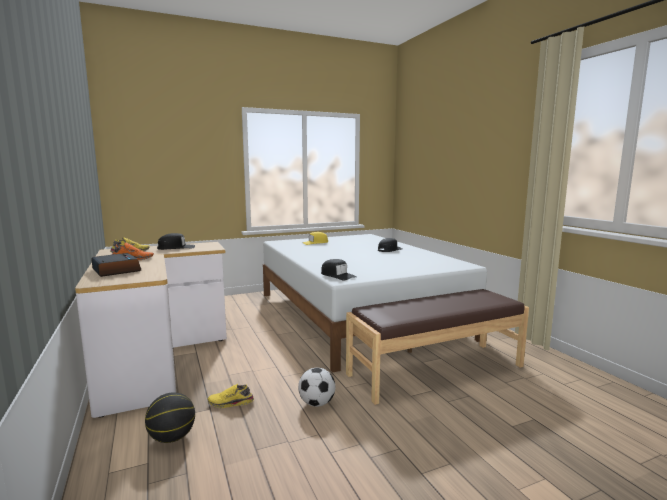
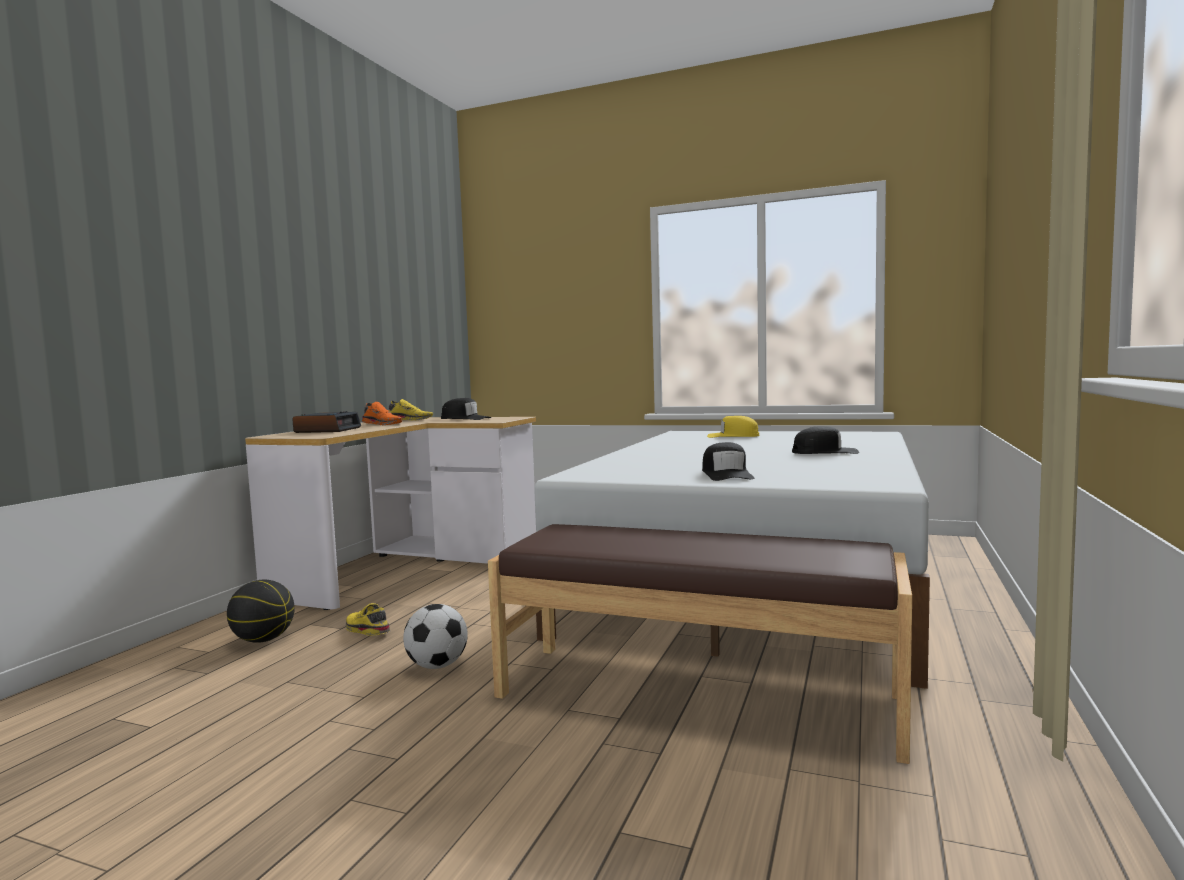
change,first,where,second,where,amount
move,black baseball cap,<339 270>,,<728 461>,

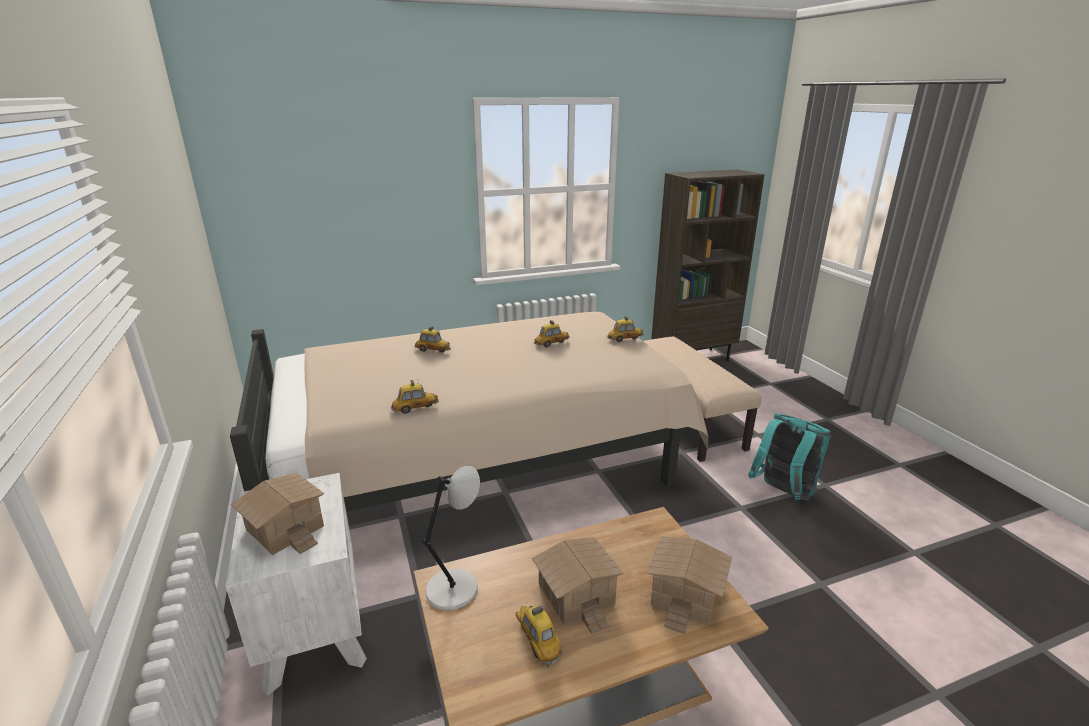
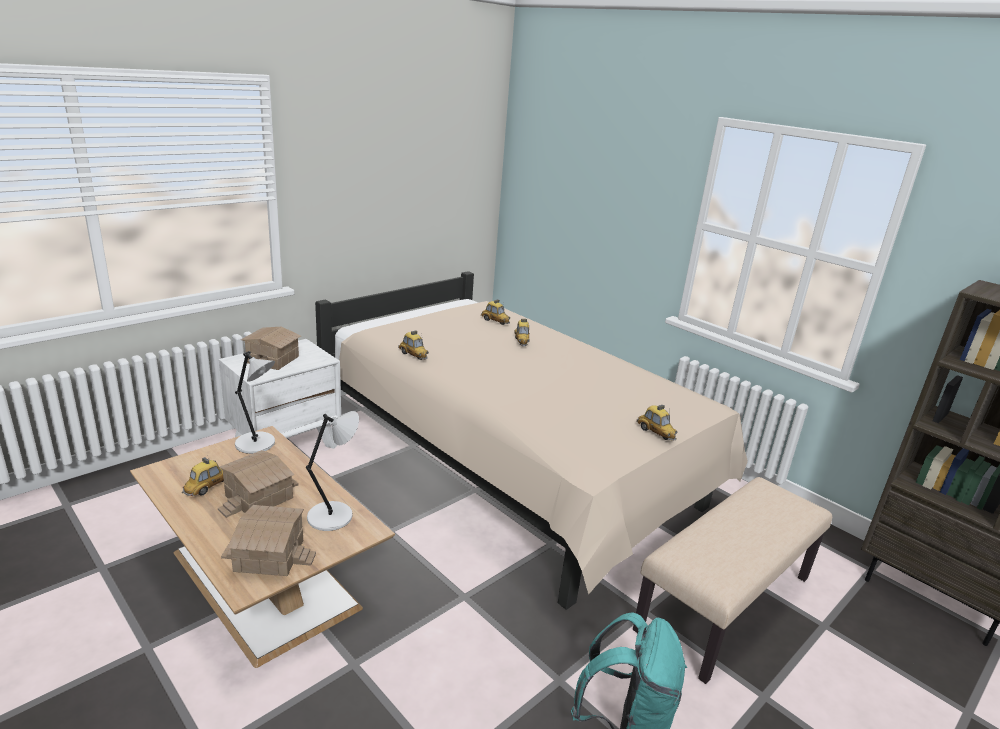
change,first,where,second,where,amount
insert,,,grey tabletop lamp,<332 471>,
move,miniature car,<551 333>,,<495 312>,

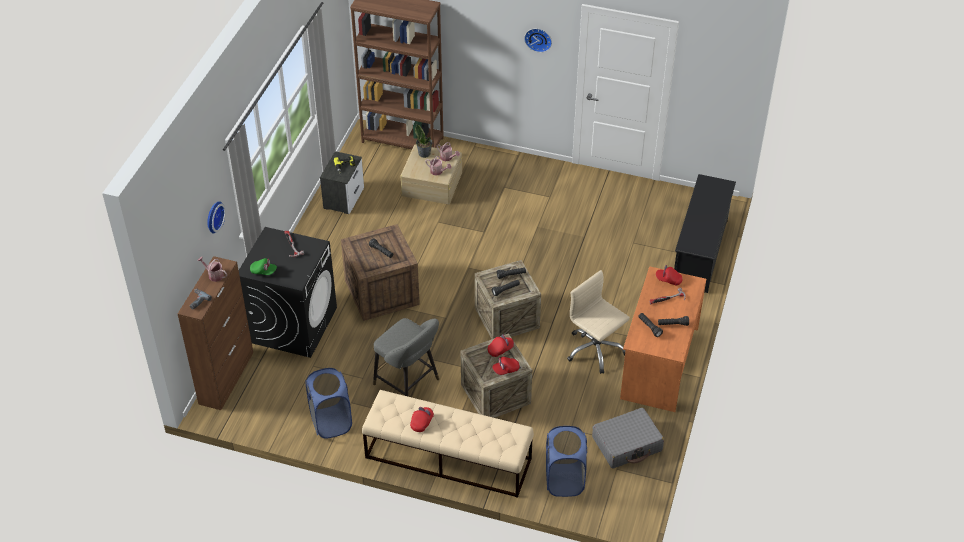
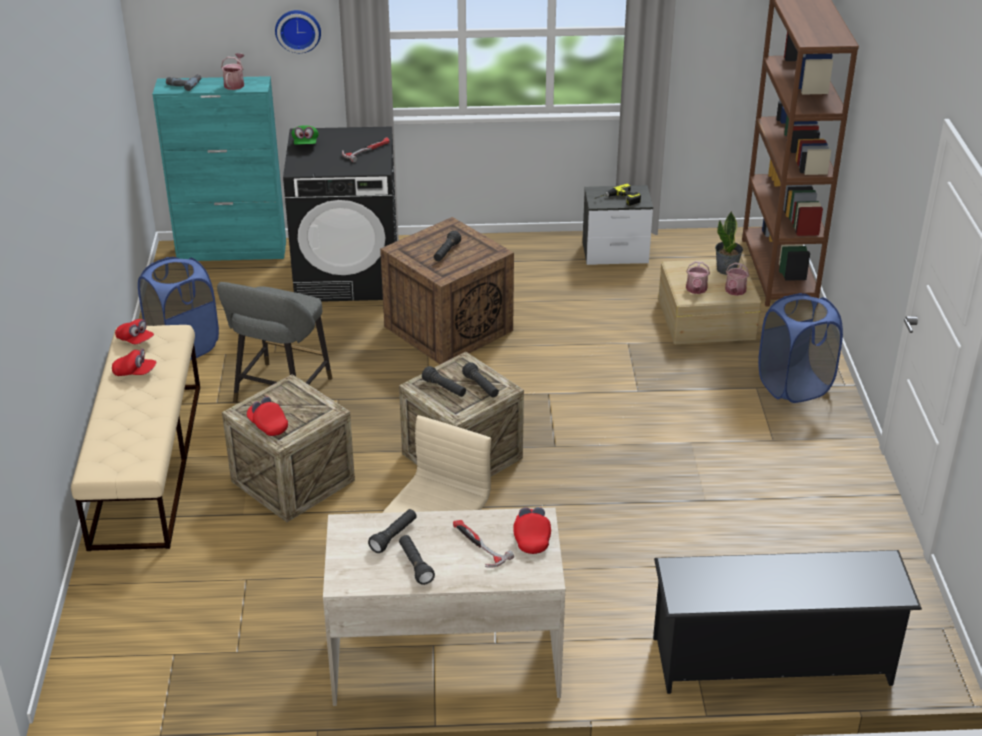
change,first,where,second,where,amount
move,red baseball cap,<501 345>,,<134 331>,
recolor,brown-coloured storage cabinet,<215 333>,turquoise storage cabinet,<219 168>,
recolor,orange-coloured desk,<663 339>,beige-coloured desk,<444 607>,
move,bluish washing basket,<566 461>,,<800 348>,
delete,wall clock,<538 40>,,,
delete,grey travel case,<628 438>,,,

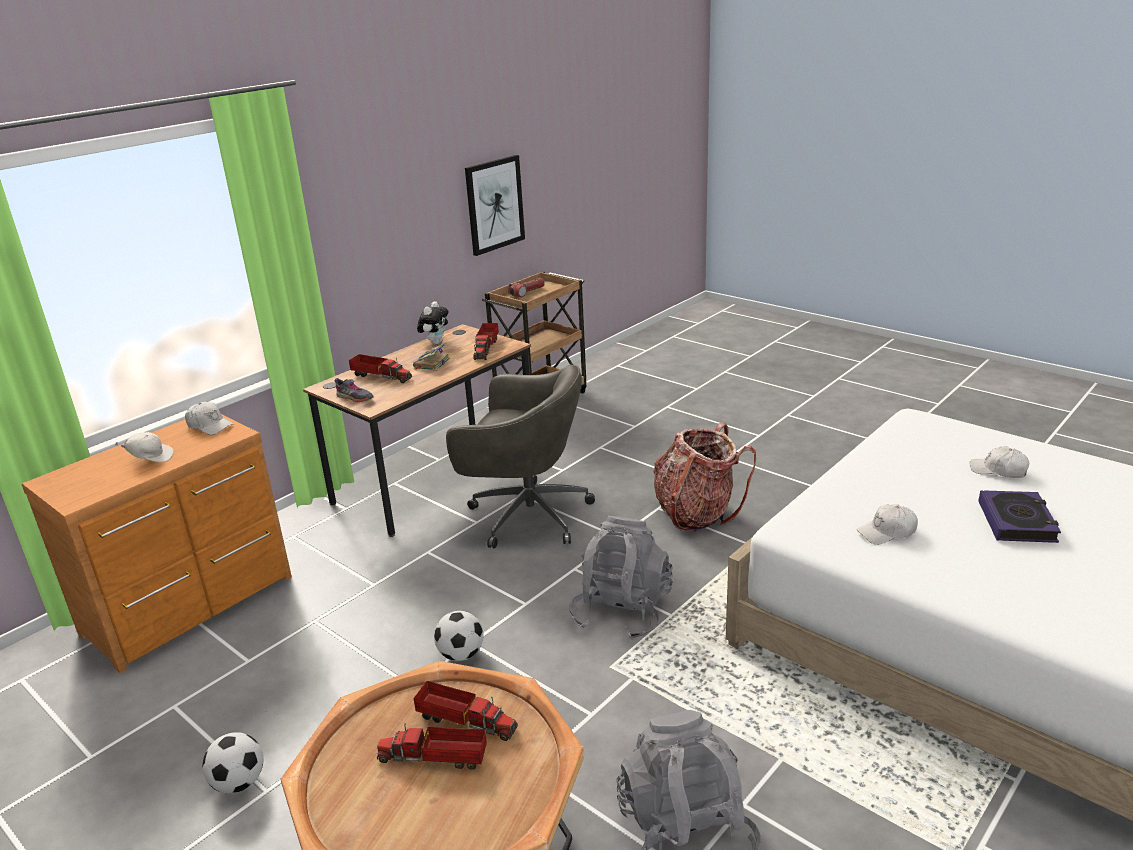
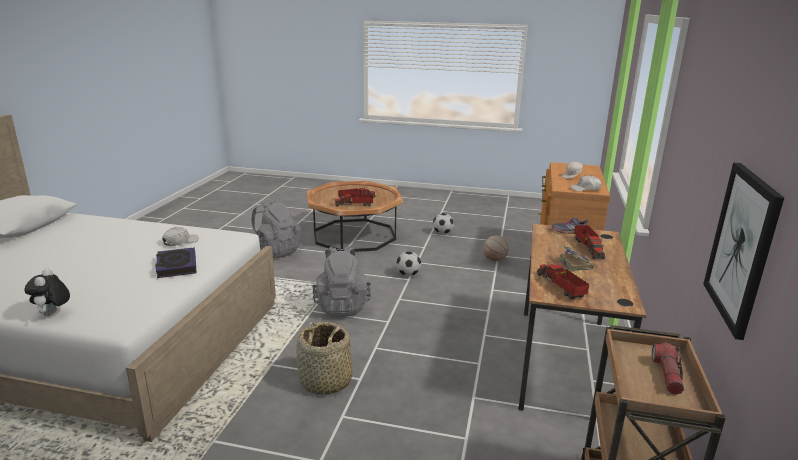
change,first,where,second,where,amount
move,soft toy,<432 322>,,<47 292>,
move,bound book,<1019 516>,,<176 262>,
replace,rucksack,<704 477>,storage basket,<324 358>,
insert,,,basketball ball,<496 248>,
rotate,toy lorry,<380 368>,,<589 242>,90 degrees counterclockwise
delete,grey office chair,<520 456>,,,
delete,white baseball cap,<999 462>,,,

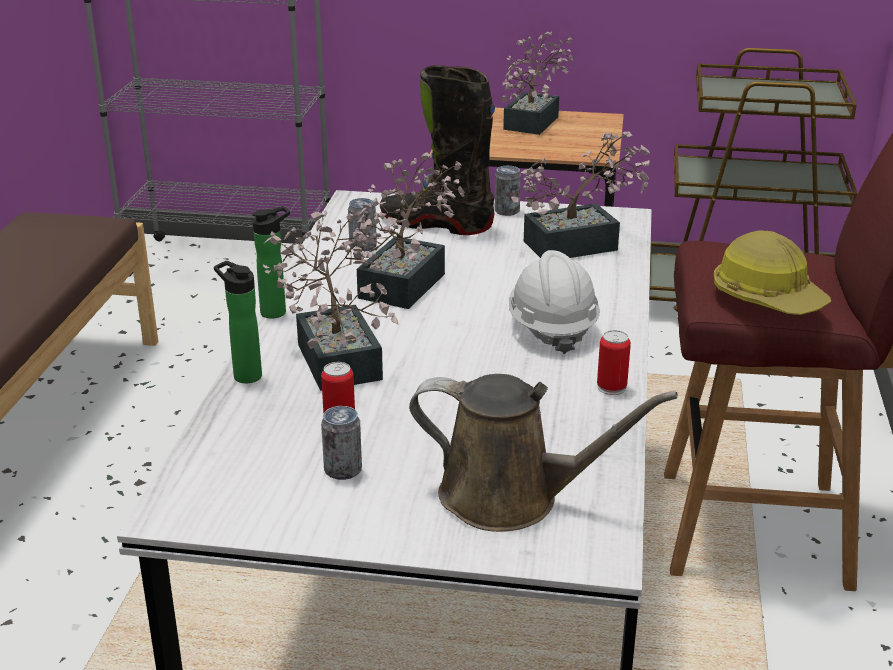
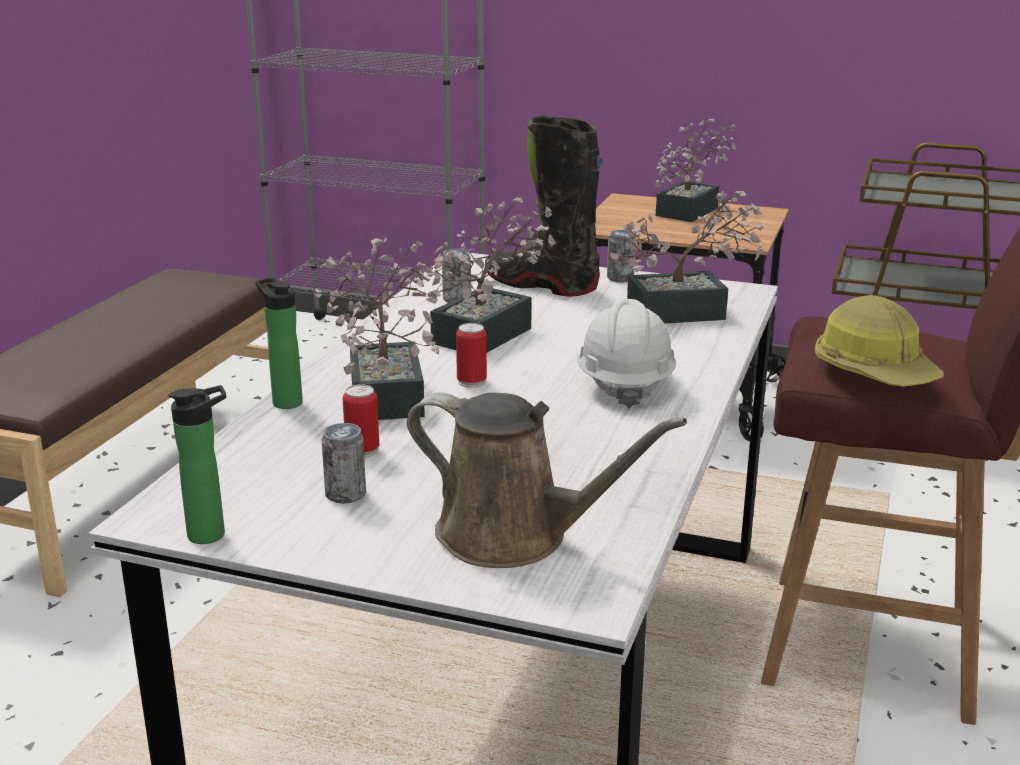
change,first,where,second,where,amount
move,beverage bottle,<271 262>,,<197 464>,
move,metal can,<614 362>,,<471 355>,

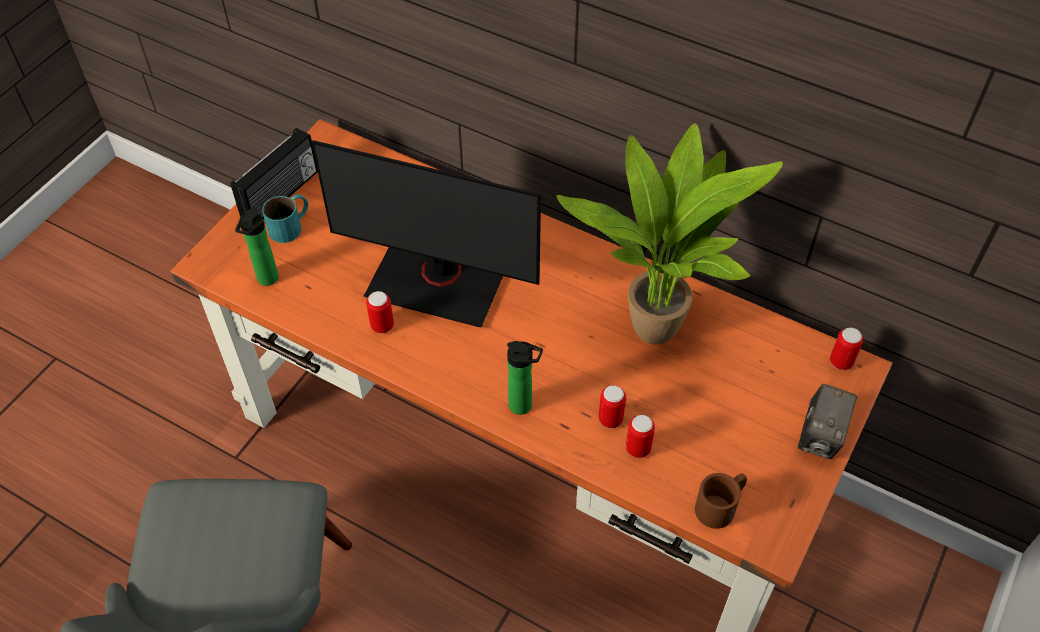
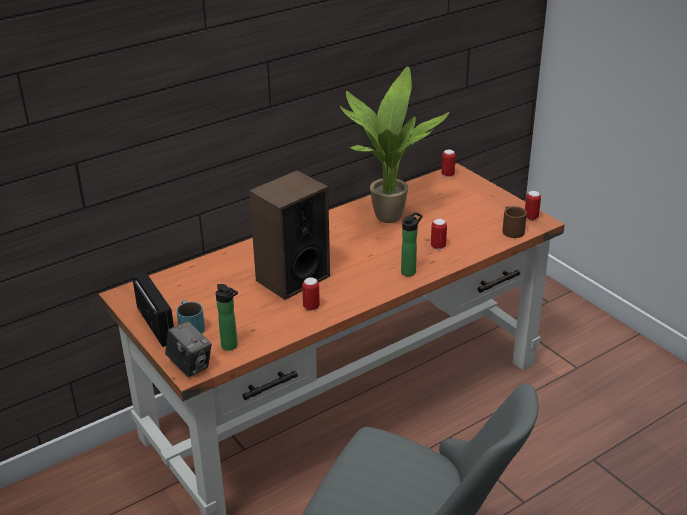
change,first,where,second,where,amount
move,still camera,<827 421>,,<188 349>,
replace,computer screen,<426 233>,loudspeaker,<289 235>,
move,metal can,<640 436>,,<533 205>,

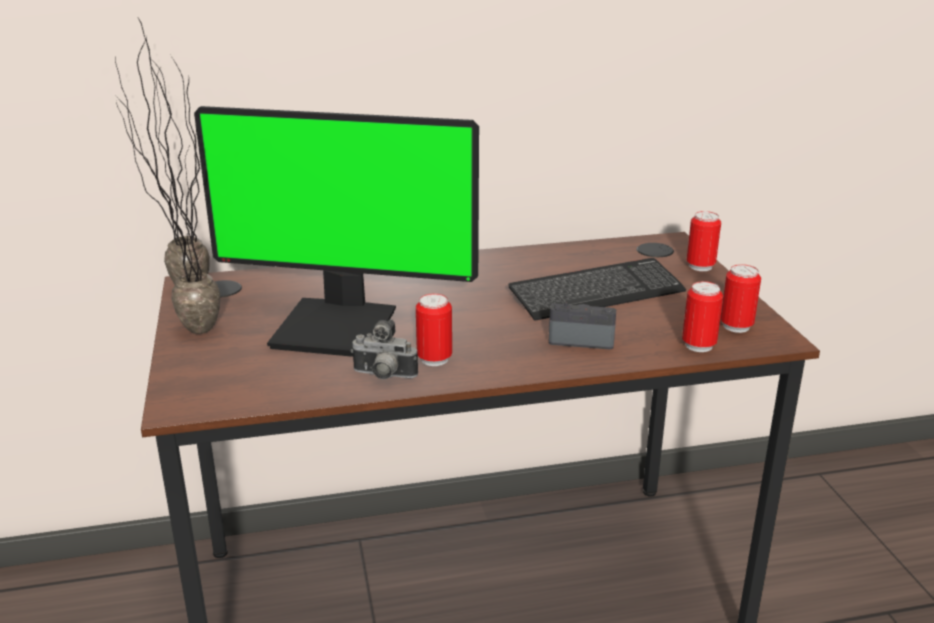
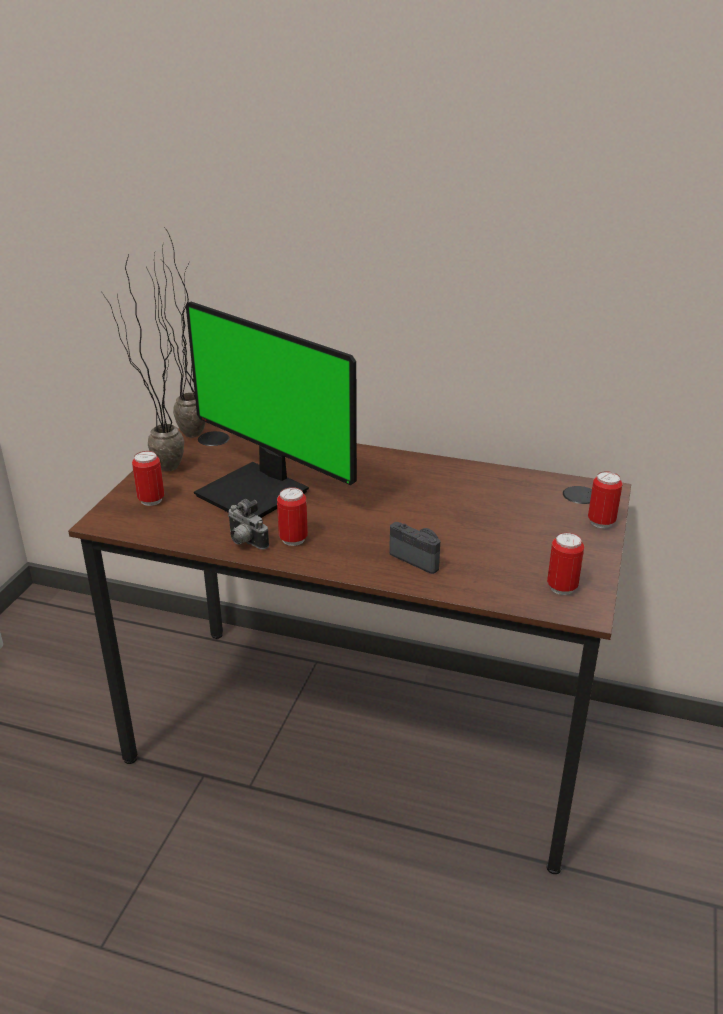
change,first,where,second,where,amount
move,metal can,<702 316>,,<148 478>,
delete,keyboard,<597 289>,,,

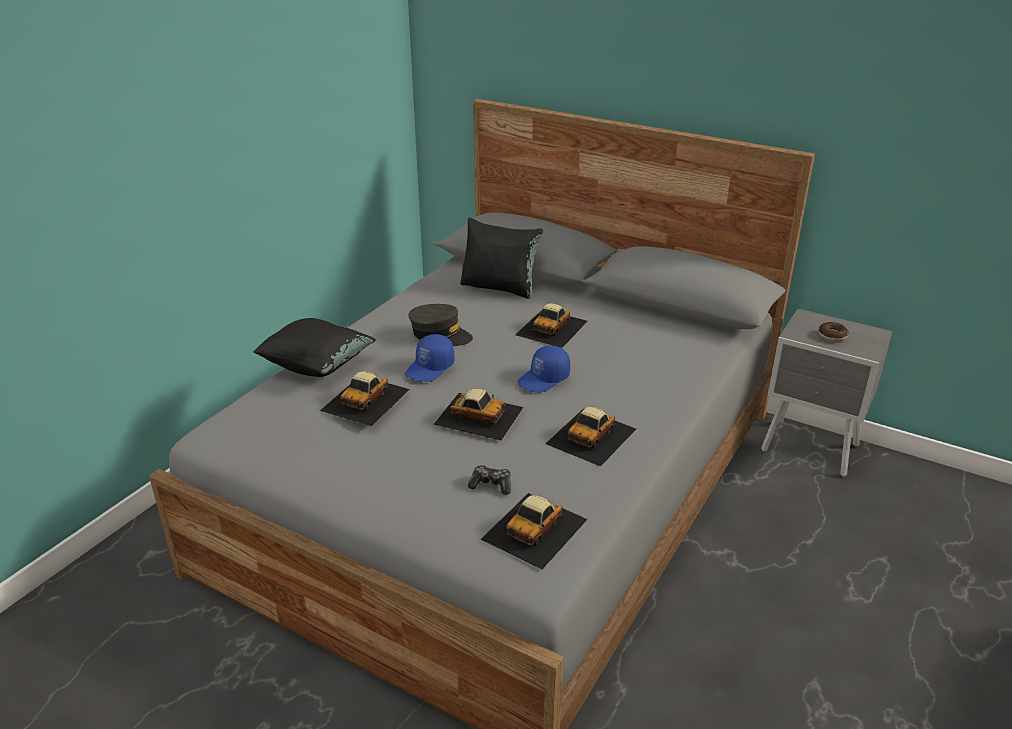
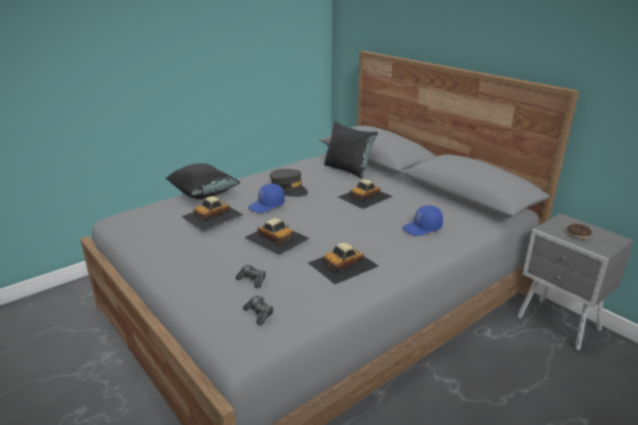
change,first,where,second,where,amount
replace,miniature car,<534 531>,joypad,<258 310>,
move,bluish baseball cap,<544 369>,,<422 220>,

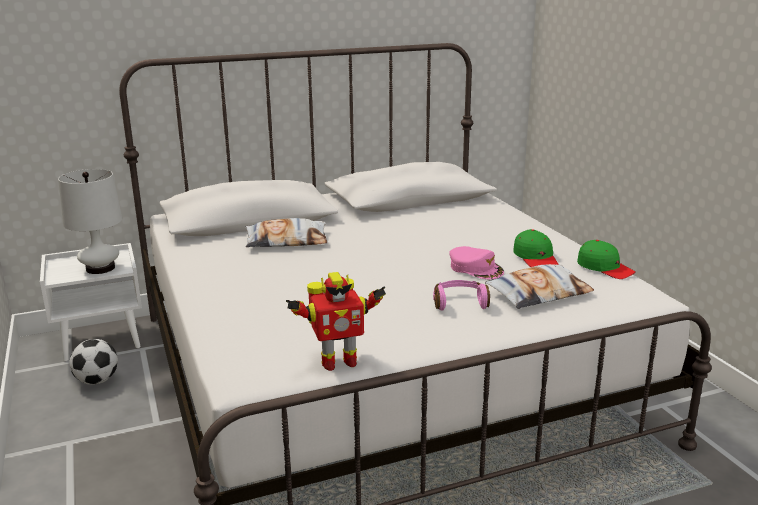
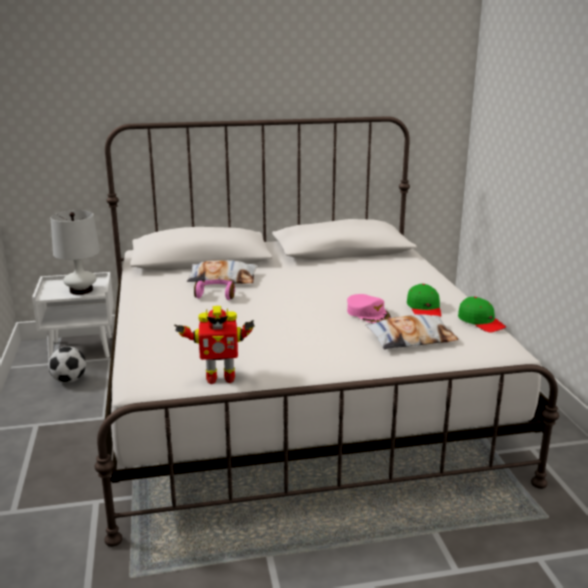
change,first,where,second,where,amount
move,pink-coloured headphones,<461 295>,,<214 289>,

